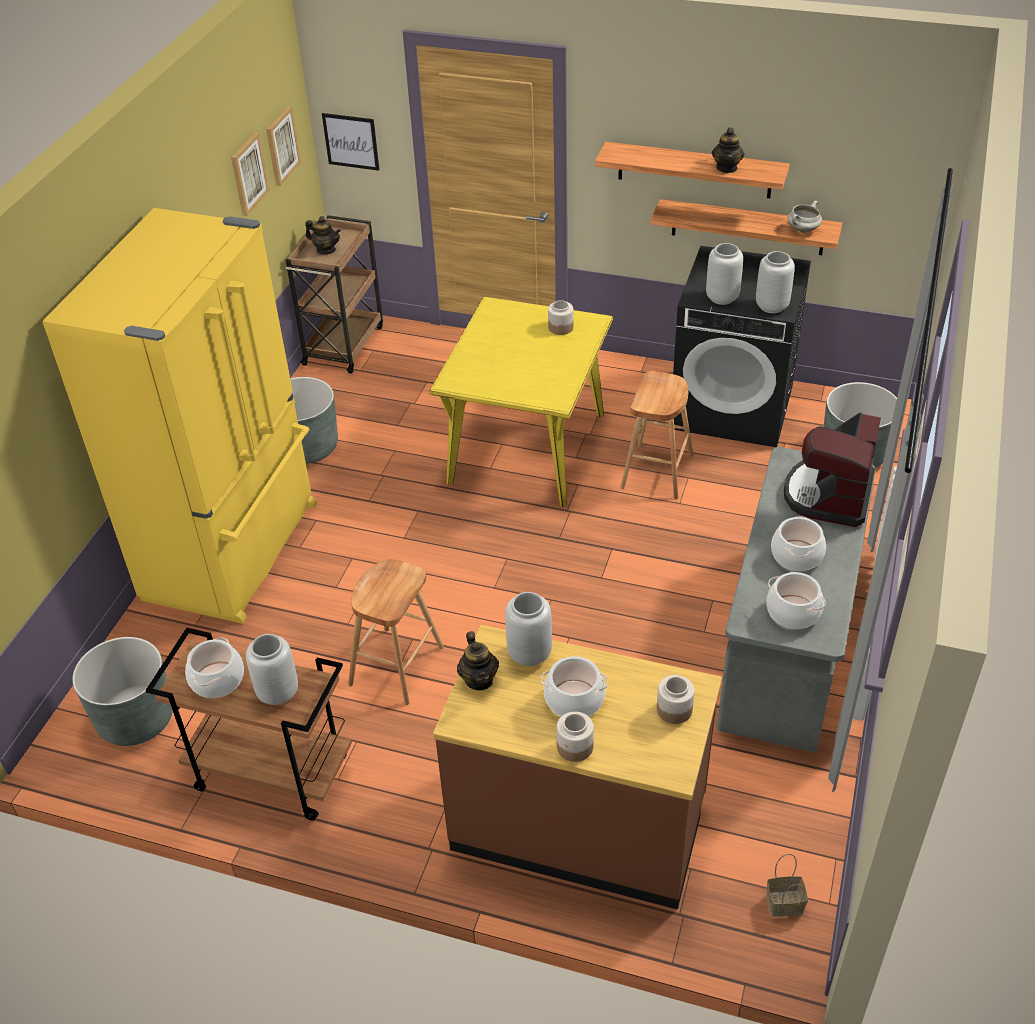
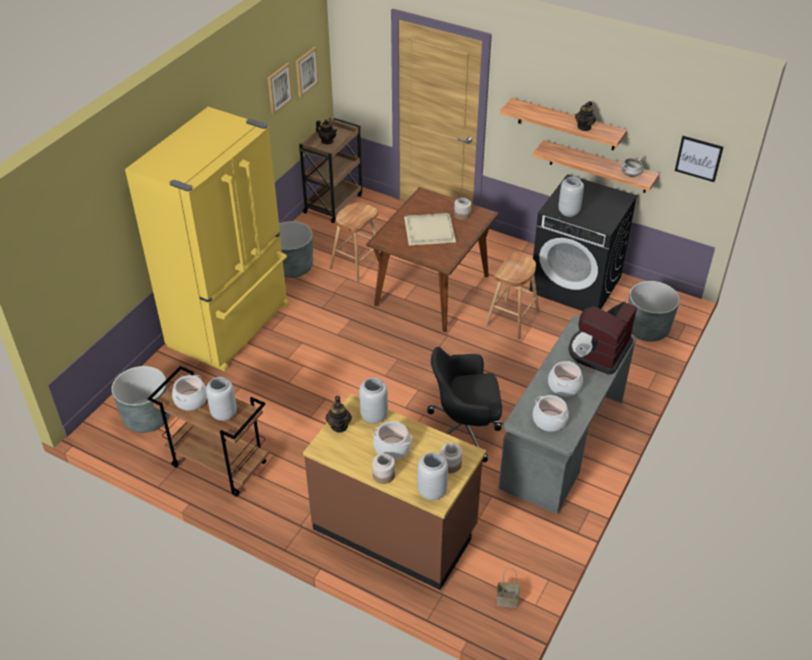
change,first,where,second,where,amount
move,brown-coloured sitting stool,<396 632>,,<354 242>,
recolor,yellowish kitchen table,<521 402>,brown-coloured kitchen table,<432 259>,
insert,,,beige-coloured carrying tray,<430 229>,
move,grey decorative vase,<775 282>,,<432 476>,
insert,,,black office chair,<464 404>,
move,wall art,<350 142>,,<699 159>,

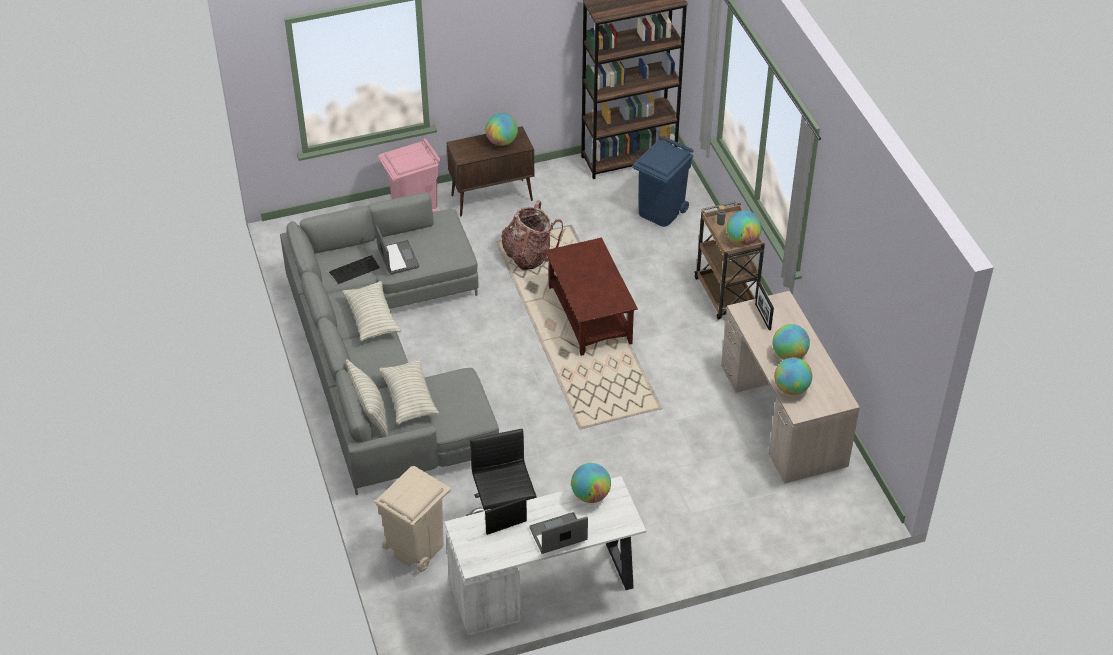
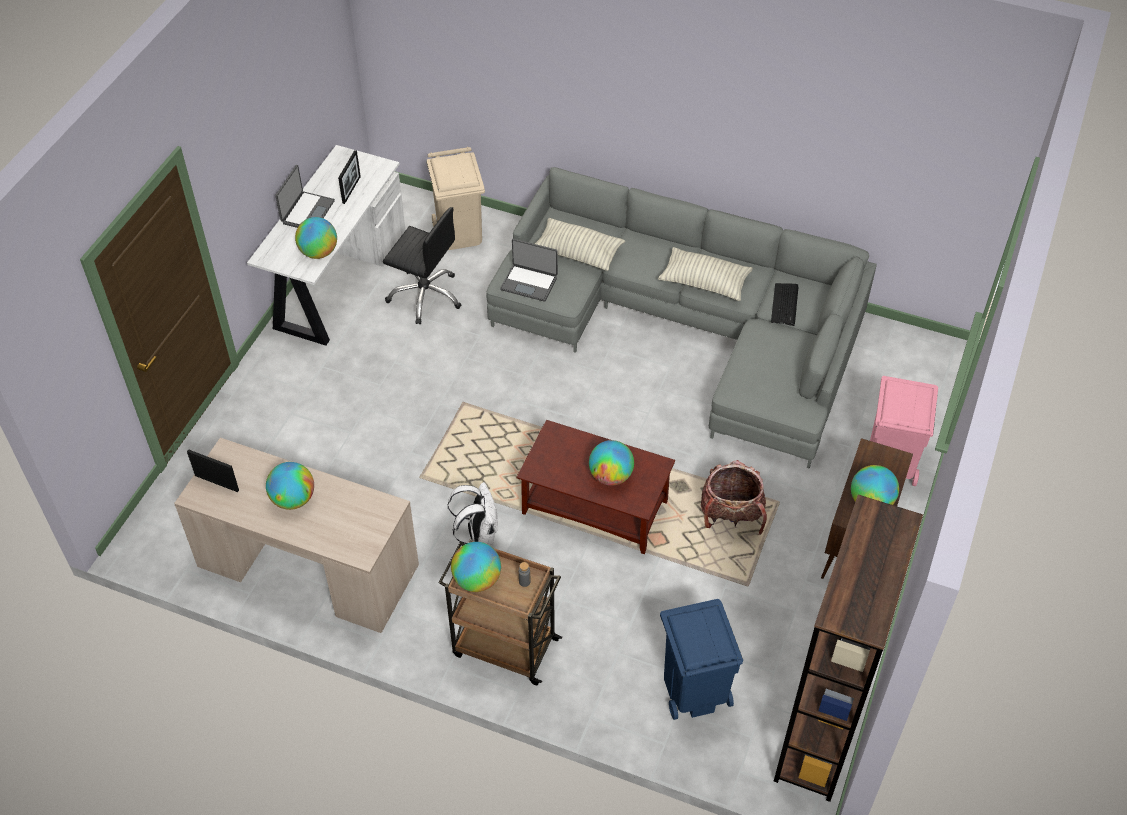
change,first,where,second,where,amount
move,photo frame,<764 306>,,<213 470>,
insert,,,white rucksack,<473 513>,
move,notebook computer,<397 250>,,<529 270>,
move,world globe,<793 376>,,<611 463>,
delete,throw pillow,<367 397>,,,

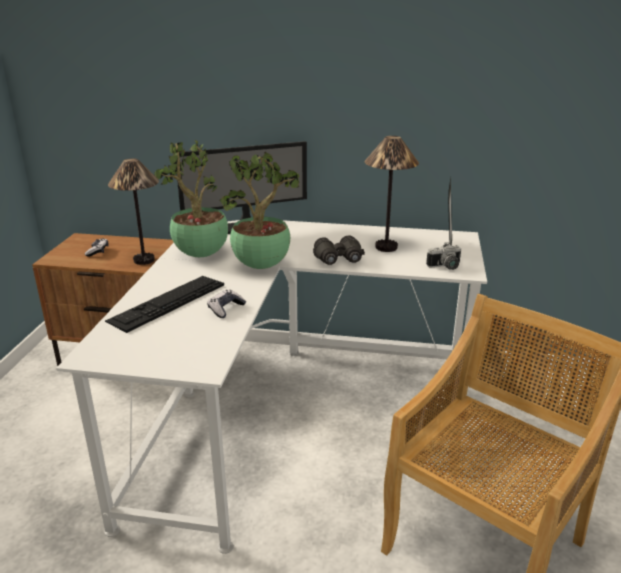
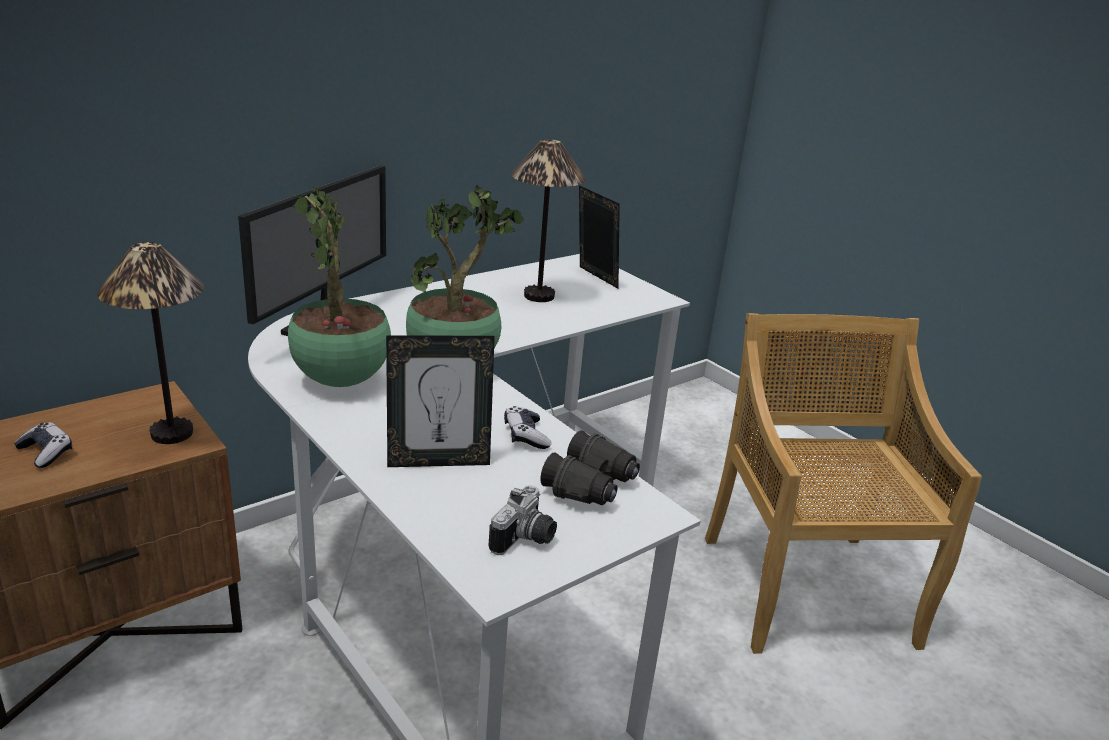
change,first,where,second,where,amount
replace,keyboard,<164 304>,photo frame,<440 401>,
move,still camera,<443 256>,,<523 520>,
move,black field glasses,<339 250>,,<590 468>,

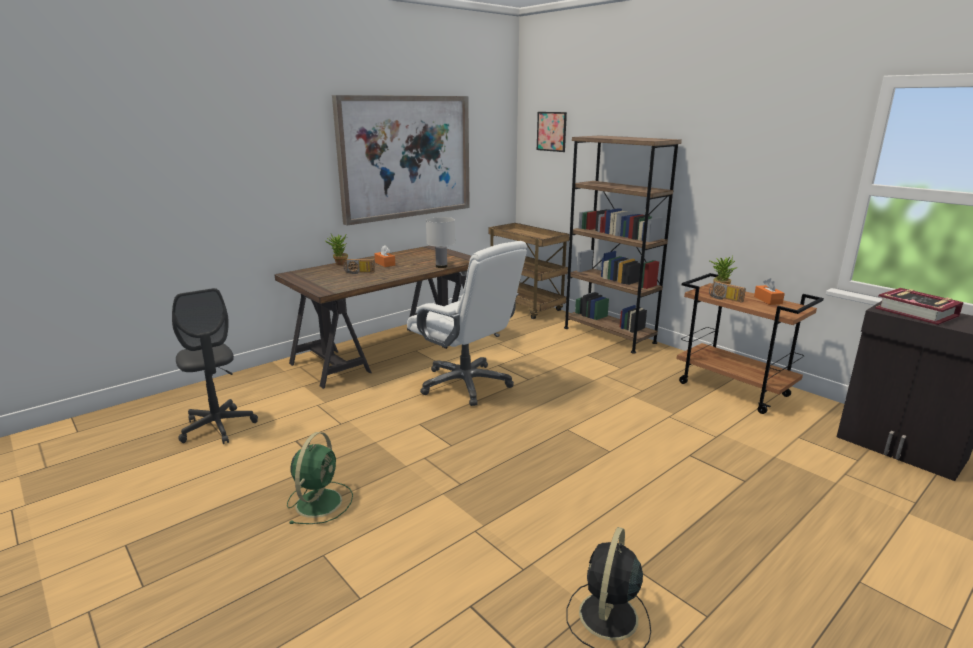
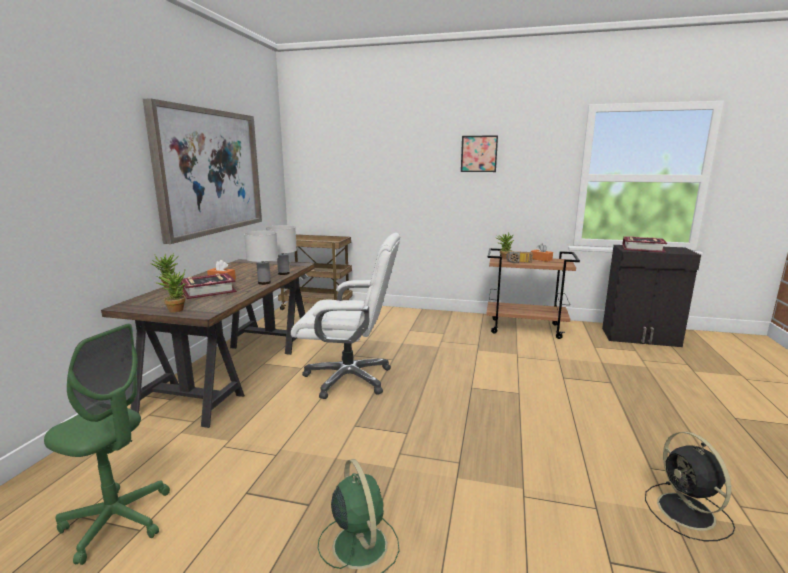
change,first,where,second,where,amount
recolor,grey office chair,<215 366>,greenish office chair,<107 444>,
insert,,,houseplant,<171 291>,
replace,radio set,<359 266>,bound book,<209 286>,
insert,,,white tabletop lamp,<261 258>,
move,wall art,<552 132>,,<479 153>,
delete,brown-coloured shelving unit,<623 244>,,,

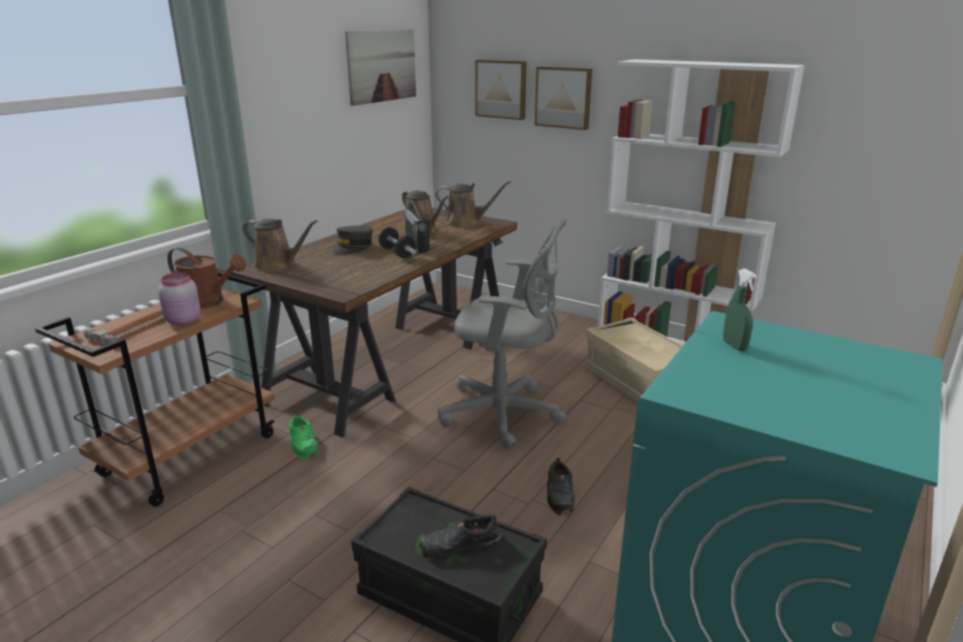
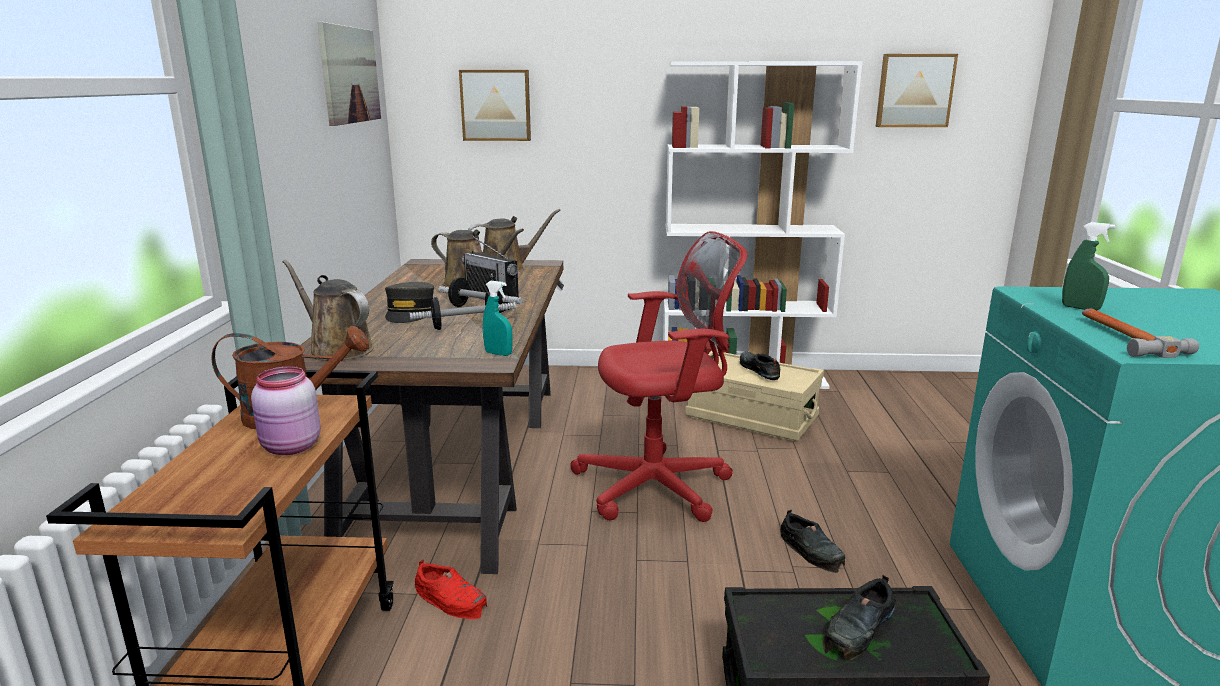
change,first,where,second,where,amount
rotate,brown-coloured sprinkling can,<280 245>,,<328 310>,135 degrees counterclockwise
insert,,,free weight,<462 311>,
recolor,greenish shoe,<303 436>,red shoe,<451 589>,
insert,,,turquoise spray bottle,<498 318>,
recolor,grey office chair,<502 334>,red office chair,<658 376>,
insert,,,black shoe,<760 366>,
move,wall art,<563 98>,,<917 90>,
move,tool hammer,<123 327>,,<1140 333>,

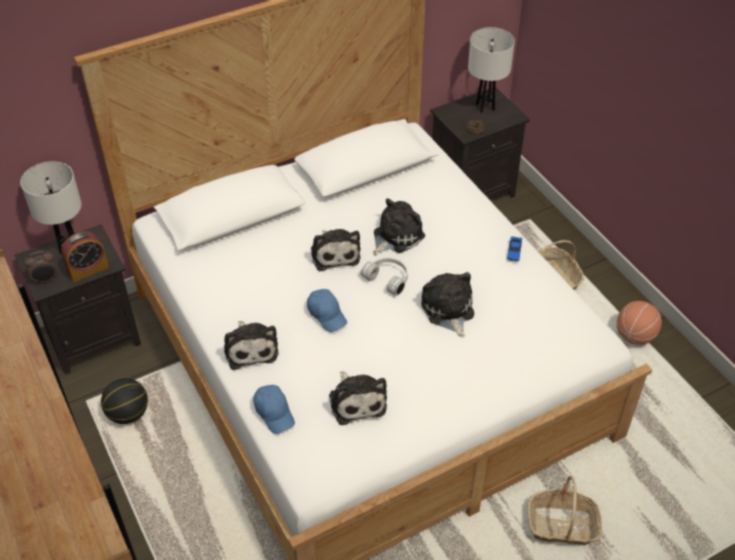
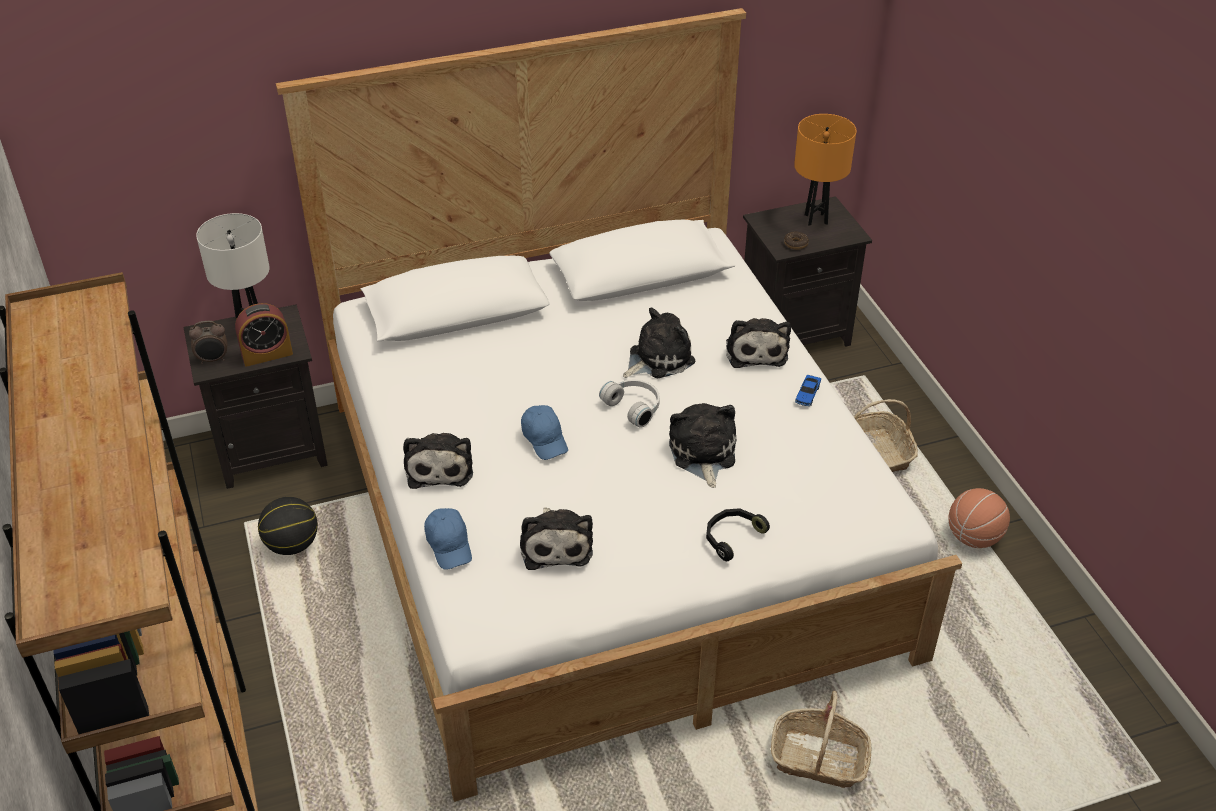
change,first,where,second,where,amount
insert,,,black headphones,<738 534>,
move,soft toy,<335 250>,,<758 343>,
recolor,white tabletop lamp,<491 70>,orange-coloured tabletop lamp,<825 170>,

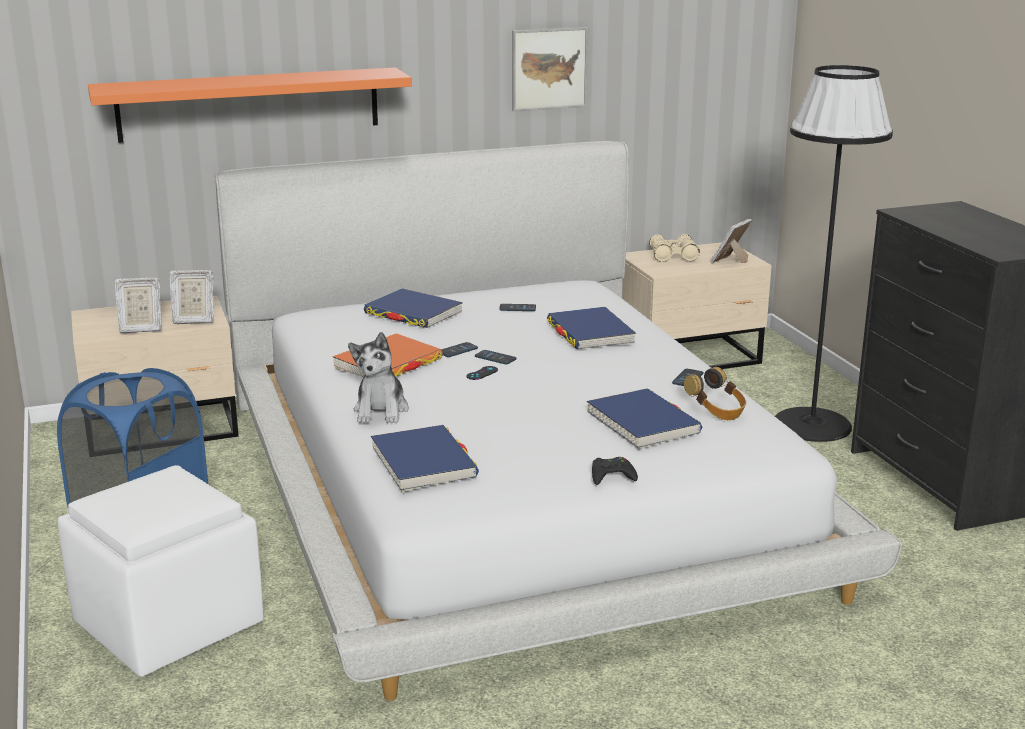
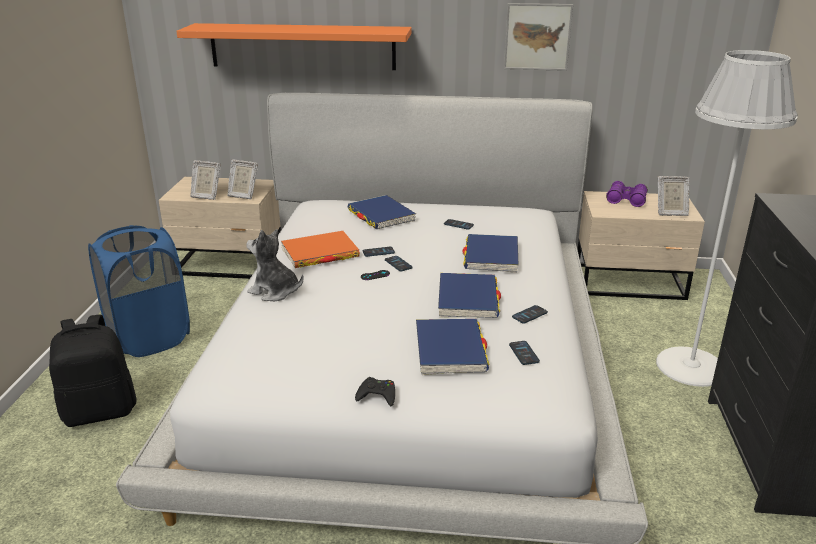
change,first,where,second,where,amount
replace,white pouffe,<161 571>,black rucksack,<92 371>,
rotate,soft toy,<378 377>,,<275 265>,90 degrees clockwise
move,bluish bound book,<425 458>,,<469 295>,
replace,headphones,<715 393>,telephone,<524 353>,
recolor,beige-coloured field glasses,<674 248>,purple field glasses,<627 194>,
recolor,black standing lamp,<834 253>,white standing lamp,<727 218>,
rotate,photo frame,<731 241>,,<673 196>,150 degrees counterclockwise

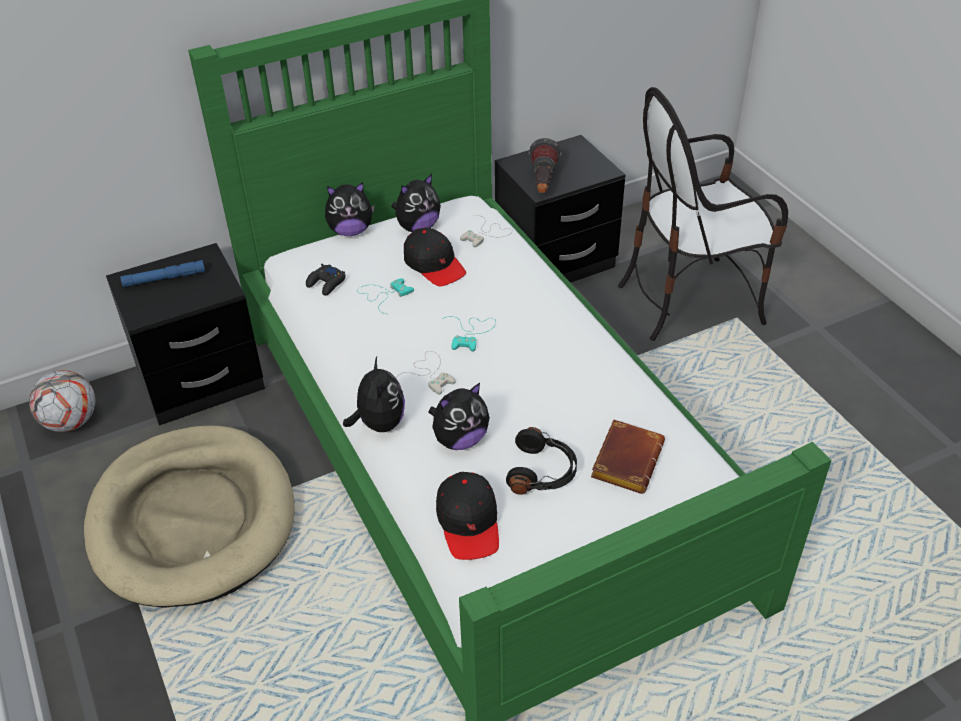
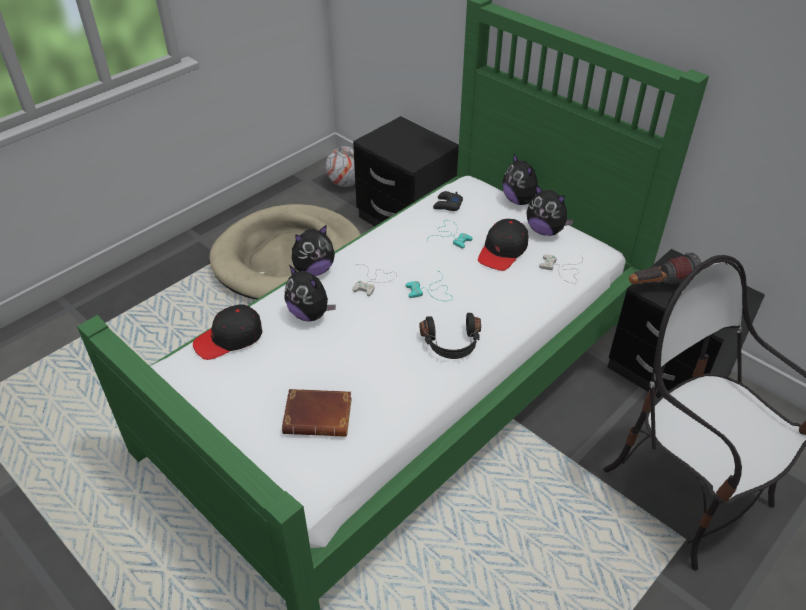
change,first,where,second,where,amount
move,black headphones,<541 461>,,<450 336>,
delete,bluish hand torch,<162 273>,,,

